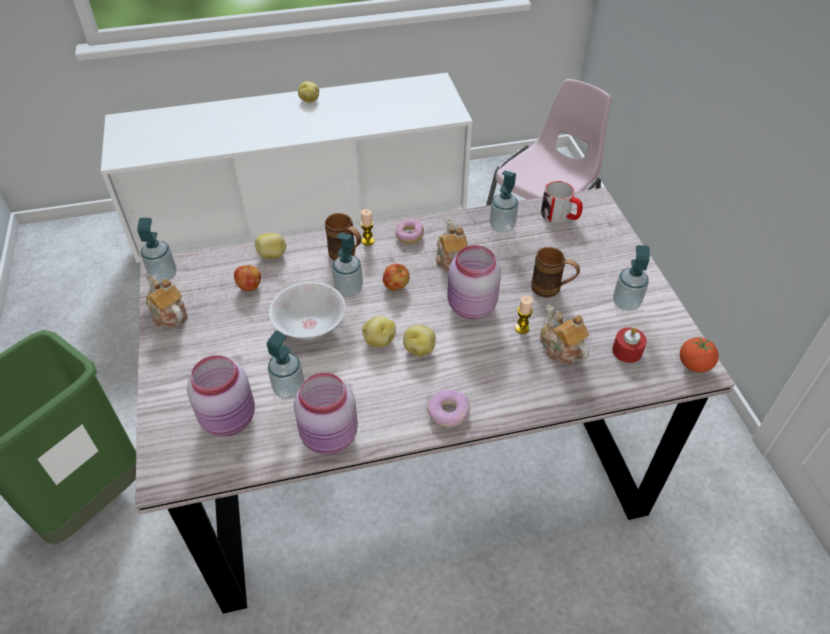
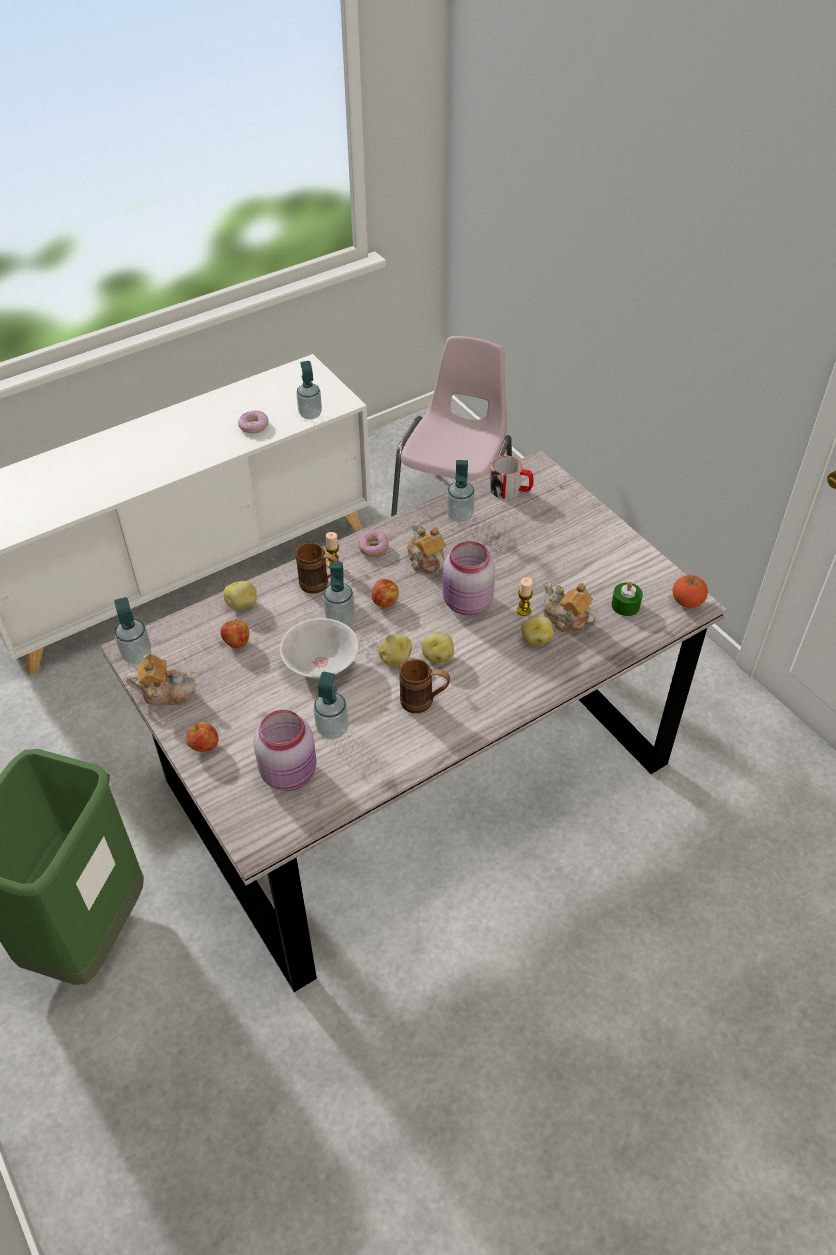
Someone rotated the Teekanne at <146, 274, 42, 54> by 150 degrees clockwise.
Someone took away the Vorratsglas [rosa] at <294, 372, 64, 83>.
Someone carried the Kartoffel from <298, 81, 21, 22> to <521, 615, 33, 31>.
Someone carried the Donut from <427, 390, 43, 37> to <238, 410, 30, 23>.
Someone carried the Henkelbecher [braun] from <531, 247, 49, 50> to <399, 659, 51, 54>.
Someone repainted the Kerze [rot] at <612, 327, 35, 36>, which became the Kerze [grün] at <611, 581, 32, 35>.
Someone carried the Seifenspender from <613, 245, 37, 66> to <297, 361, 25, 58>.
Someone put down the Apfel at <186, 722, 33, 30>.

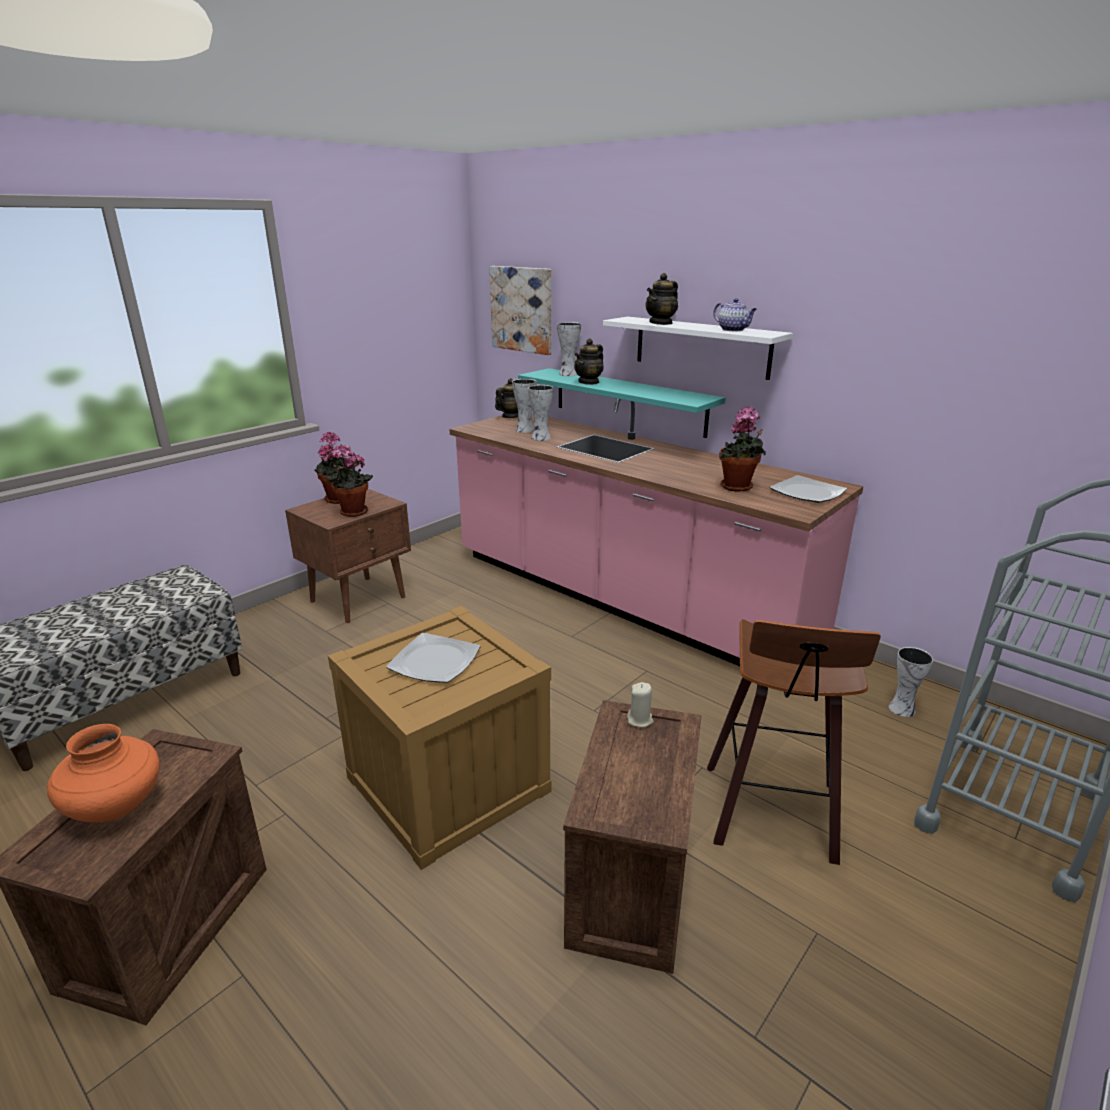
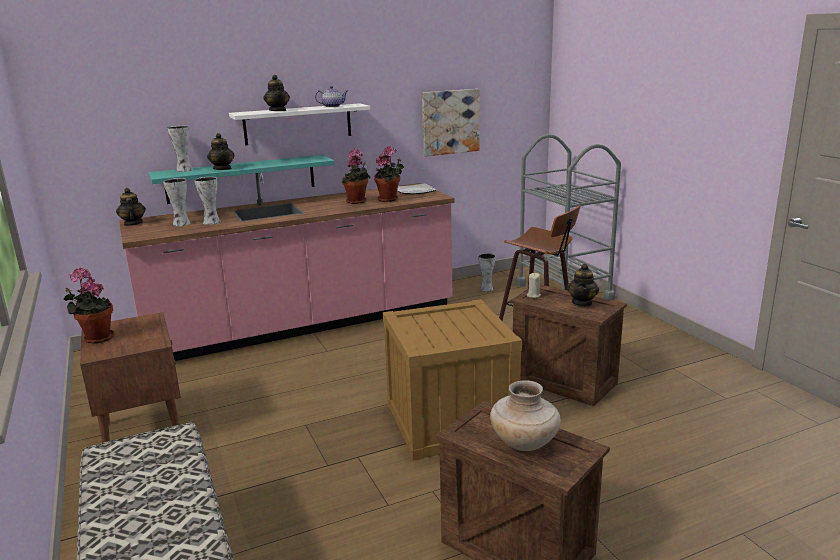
Someone repainted the Vase [orange] at <47, 724, 113, 98>, which became the Vase [beige] at <490, 380, 71, 71>.
Someone carried the Topfpflanze from <326, 444, 47, 73> to <342, 149, 29, 55>.
Someone took away the Teller at <386, 633, 95, 50>.
Someone carried the Bild from <489, 266, 63, 89> to <422, 89, 58, 67>.
Someone put down the Teekanne at <567, 264, 32, 43>.

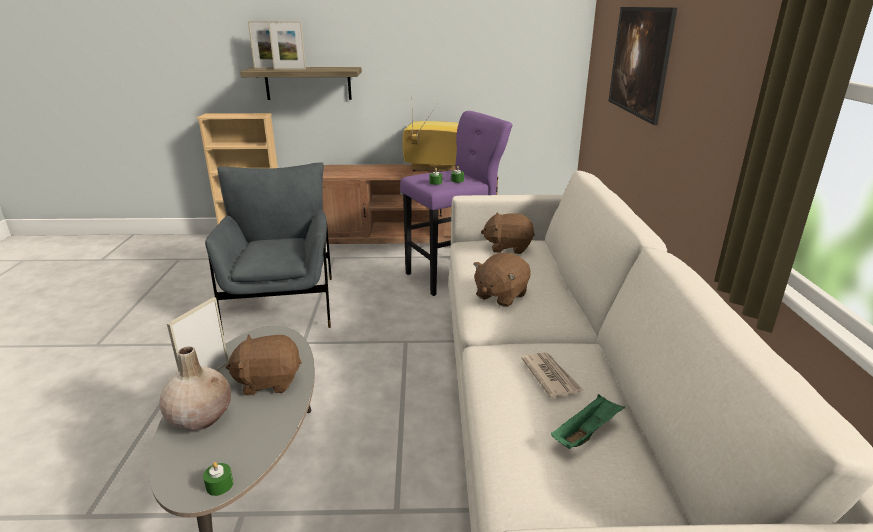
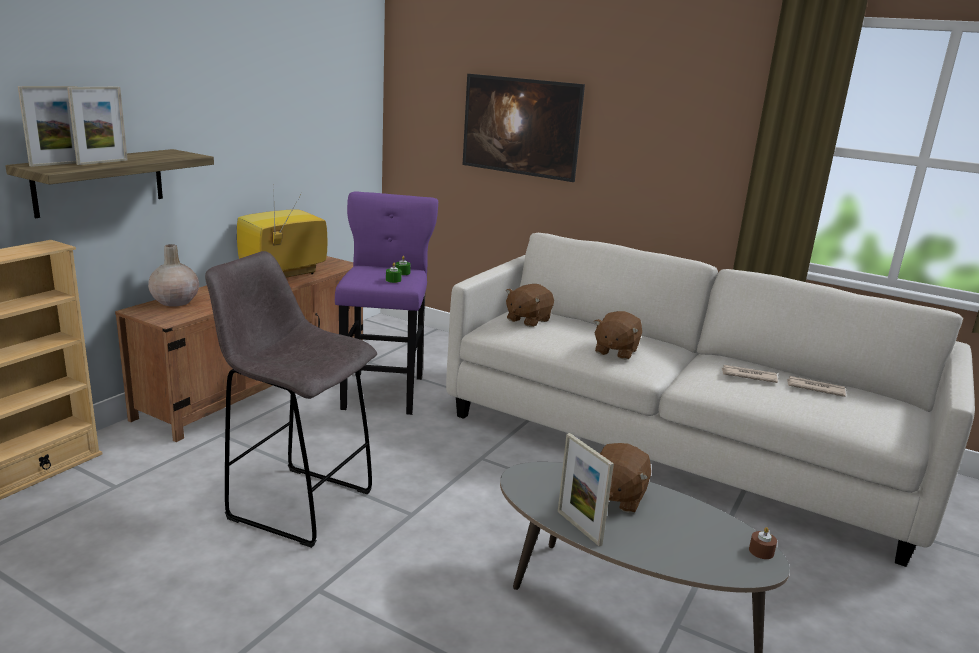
Someone carried the Vase [beige] from <159, 346, 72, 85> to <148, 244, 51, 62>.
Someone repainted the Kerze [grün] at <203, 462, 30, 34>, which became the Kerze [braun] at <749, 527, 28, 32>.
Someone swapped the Sessel [grau] at <205, 162, 127, 173> for the Hocker [grau] at <205, 251, 172, 297>.
Someone rotated the Plüschtier [braun] at <473, 253, 58, 54> by 45 degrees clockwise.
Someone swapped the Tablett [grün] at <551, 394, 74, 55> for the Zeitung at <787, 376, 59, 21>.

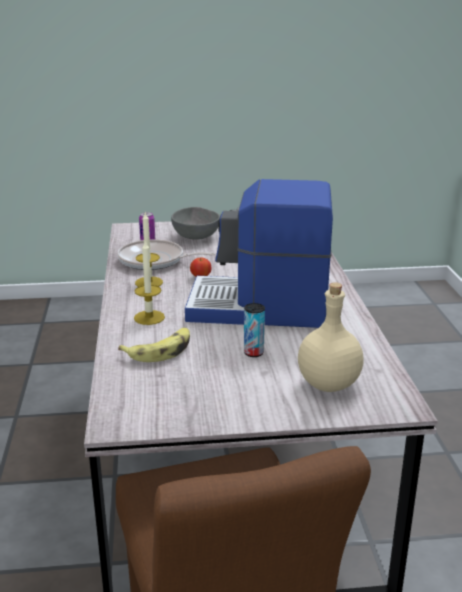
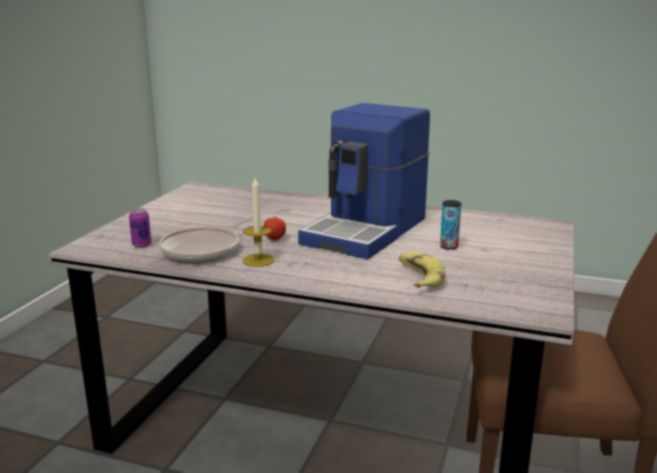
Someone took away the Kerze at <134, 241, 31, 84>.
Someone took away the Schüssel [grau] at <171, 207, 49, 33>.
Someone took away the Flasche [beige] at <298, 282, 65, 110>.

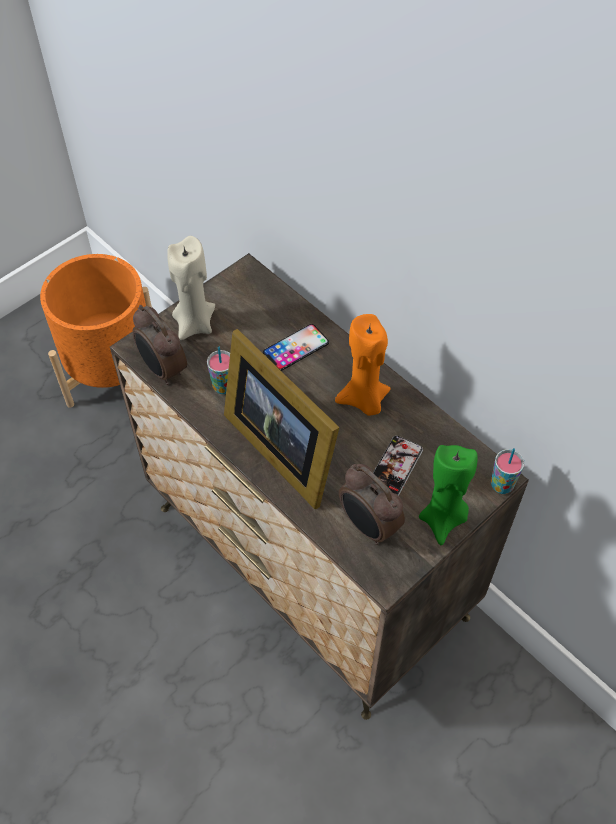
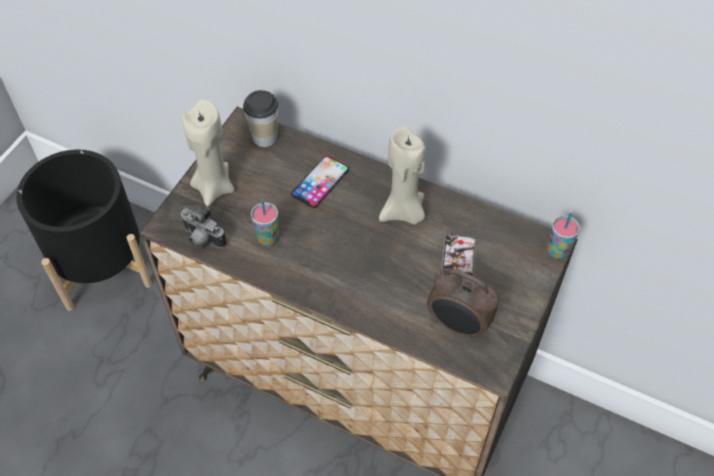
Someone repainted the Pflanzkübel [orange] at <40, 254, 112, 154>, which became the Pflanzkübel [schwarz] at <16, 150, 136, 161>.
Someone swapped the Wecker at <133, 305, 54, 80> for the Kamera at <180, 207, 47, 41>.
Someone took away the Bilderrahmen at <224, 329, 115, 180>.
Someone repainted the Kerze [orange] at <335, 314, 56, 102>, which became the Kerze [beige] at <379, 127, 47, 98>.
Someone took away the Kerze [grün] at <419, 445, 59, 100>.
Someone put down the Tasse at <243, 90, 35, 57>.

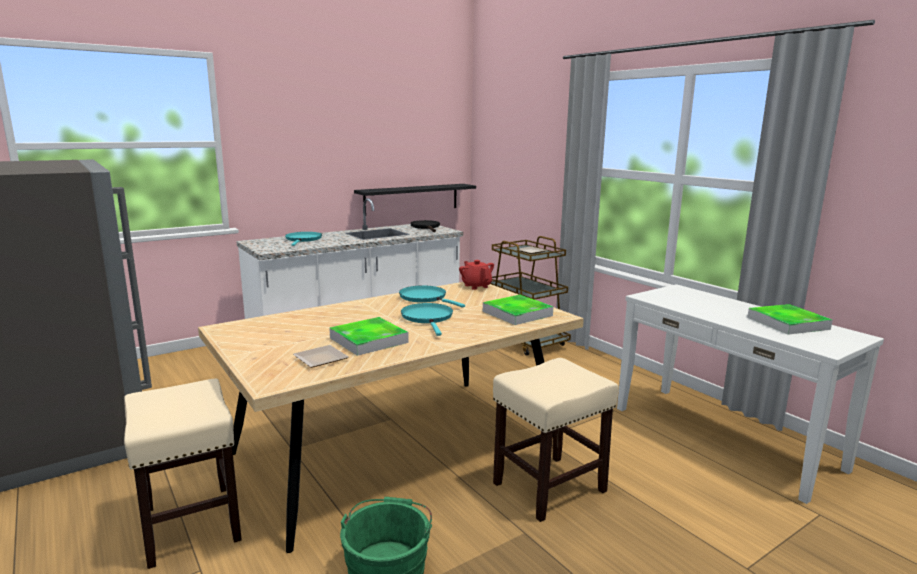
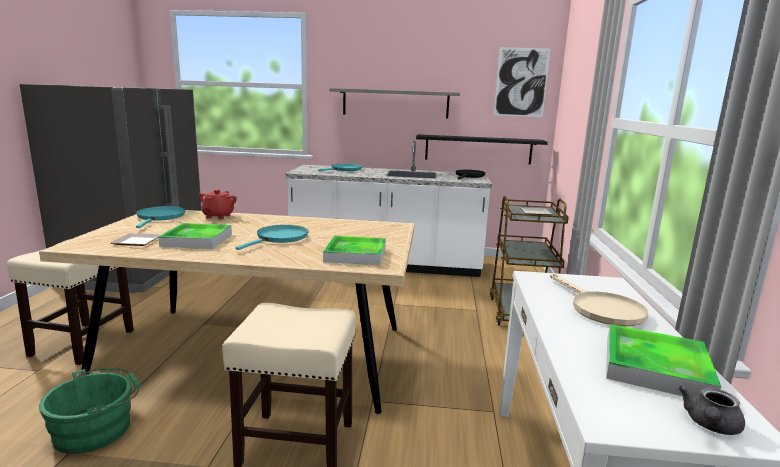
Someone carried the Pfanne [türkis] from <399, 285, 66, 23> to <136, 206, 49, 22>.
Someone carried the Teekanne [rot] from <459, 260, 35, 30> to <198, 189, 39, 30>.
Someone put up the Wandregal [grau] at <330, 88, 130, 30>.
Someone put up the Bild at <494, 47, 56, 70>.
Someone put down the Pfanne [beige] at <550, 273, 98, 53>.
Someone put down the Teekanne [grau] at <678, 386, 67, 49>.

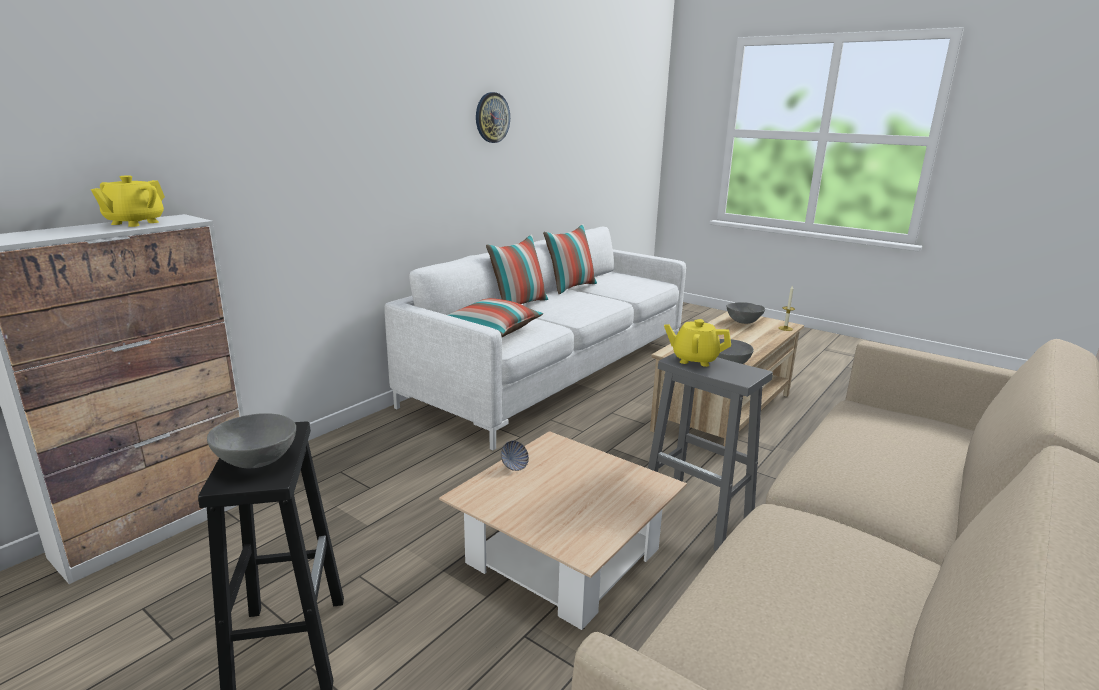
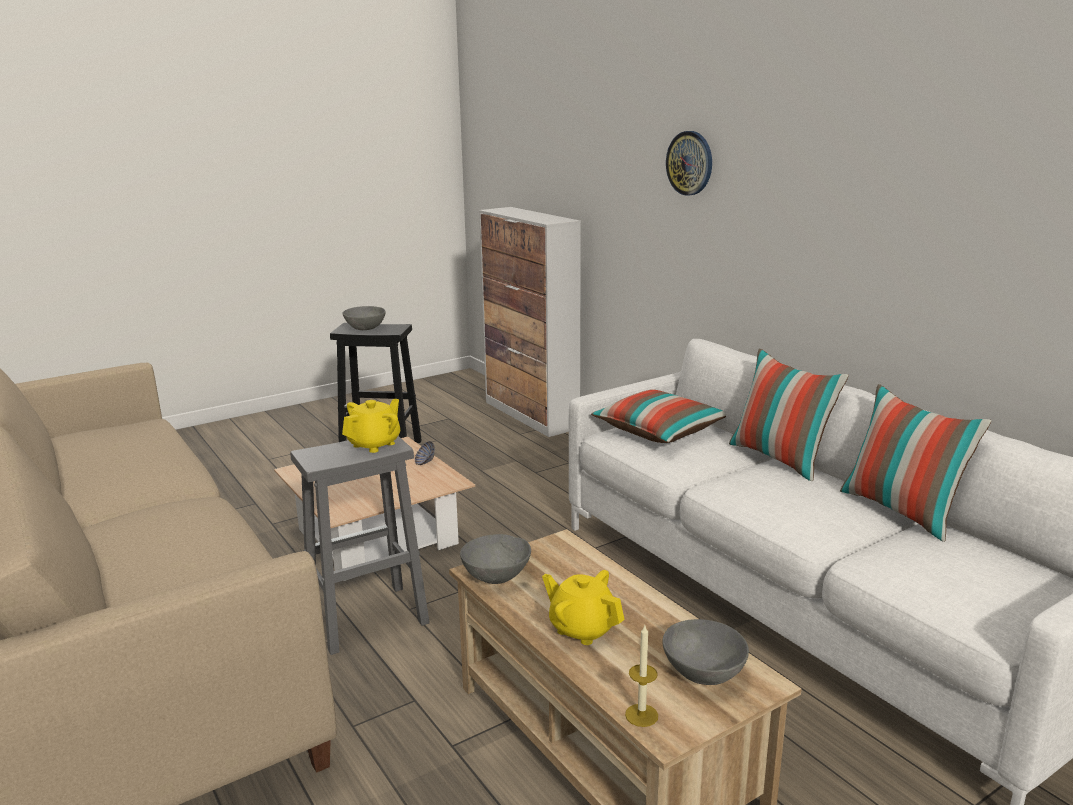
Someone carried the Teekanne [gelb] from <91, 175, 74, 52> to <542, 570, 83, 75>.
Someone carried the Wanduhr from <476, 92, 34, 51> to <666, 131, 46, 65>.

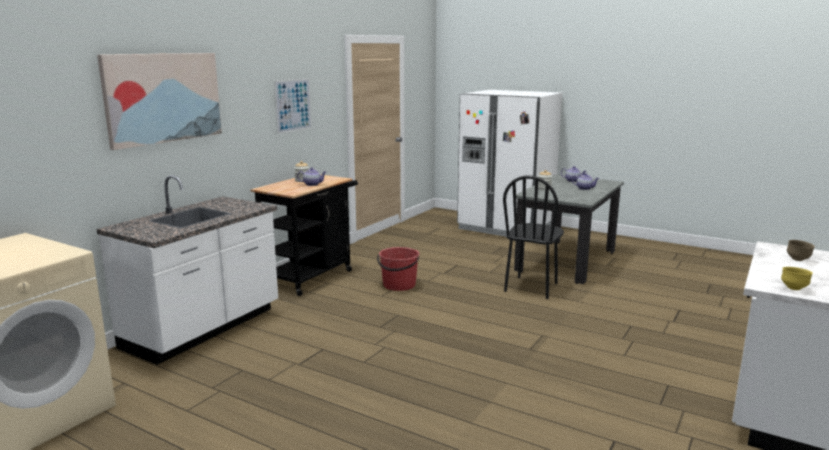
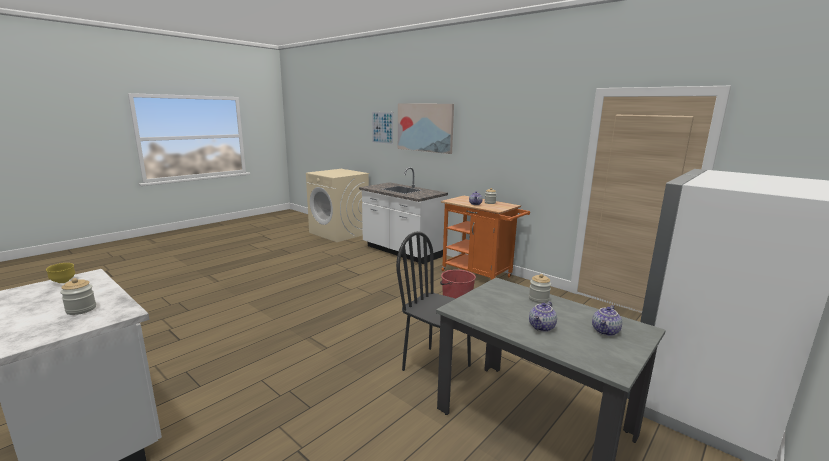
Someone repainted the Rollwagen [schwarz] at <250, 174, 108, 122>, which became the Rollwagen [orange] at <441, 196, 89, 84>.
Someone carried the Bild from <274, 78, 38, 56> to <371, 111, 23, 34>.
Someone swapped the Schüssel [braun] at <787, 240, 28, 21> for the Vorratsglas at <60, 278, 36, 37>.

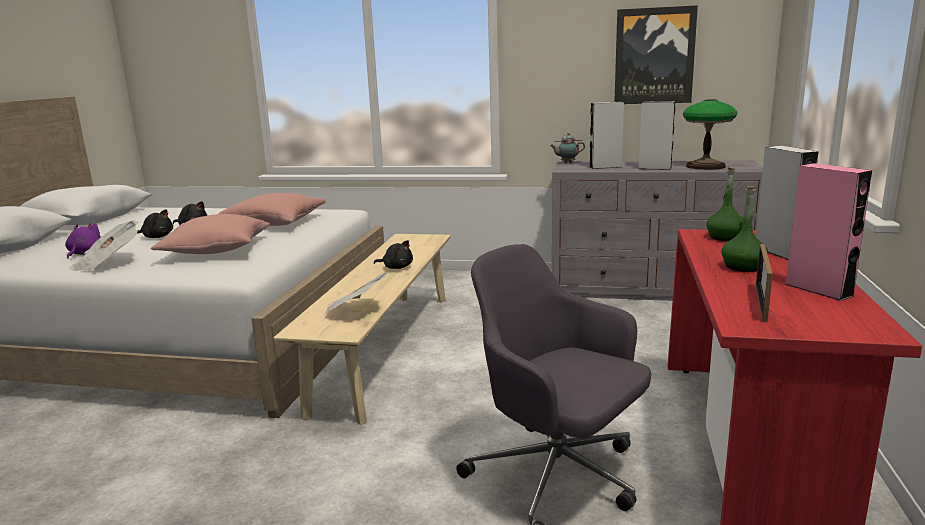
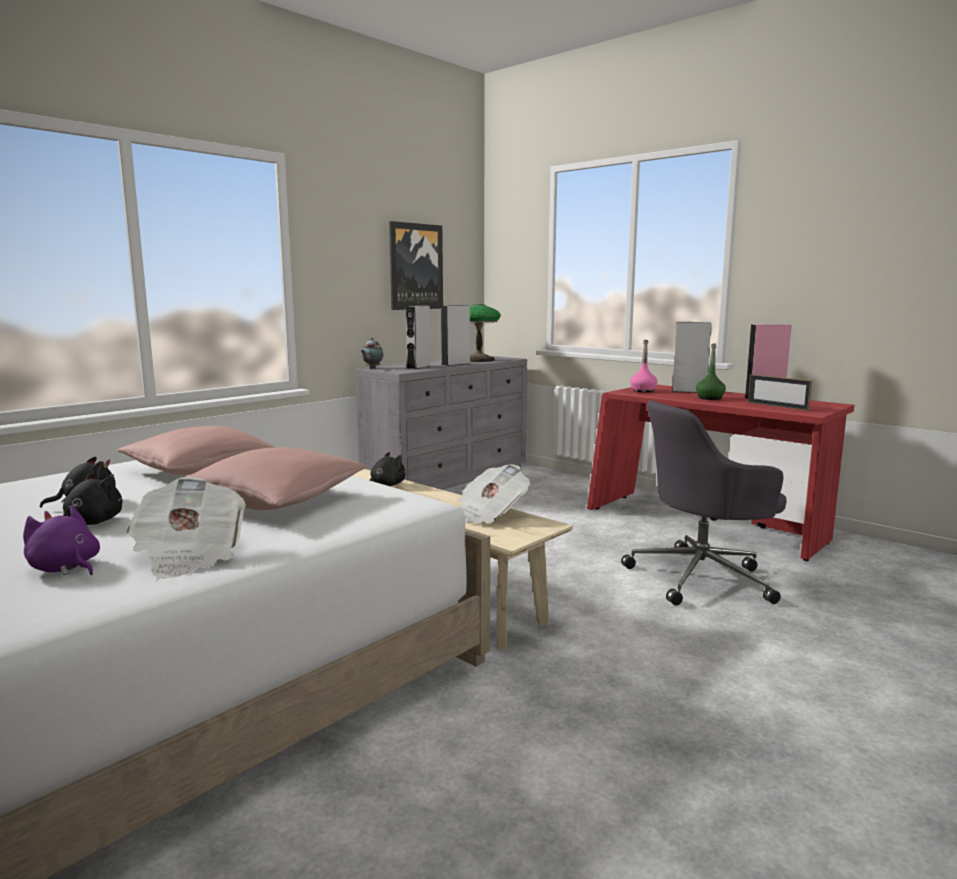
Someone repainted the Flasche [grün] at <706, 167, 37, 74>, which became the Flasche [rosa] at <630, 340, 28, 52>.

